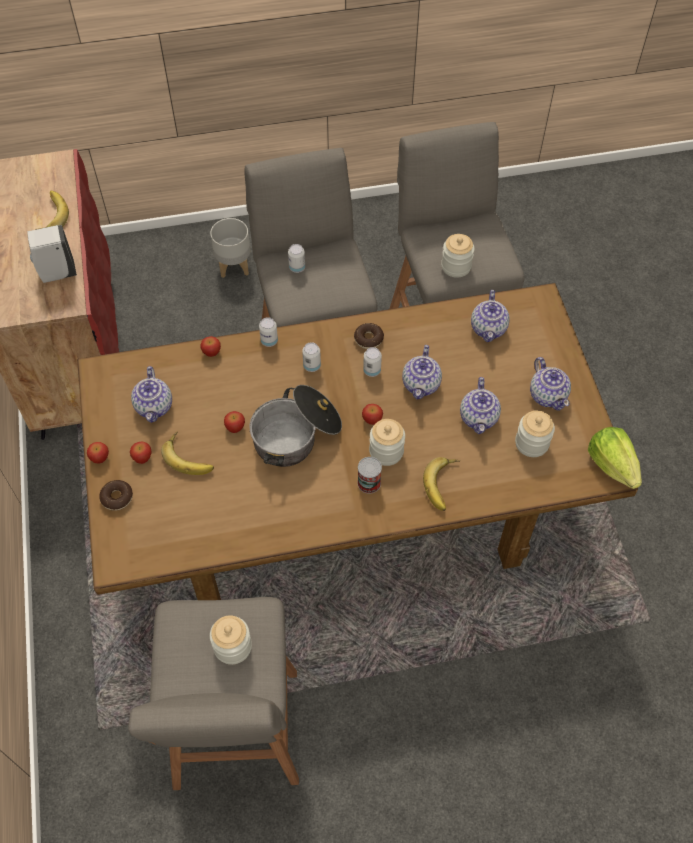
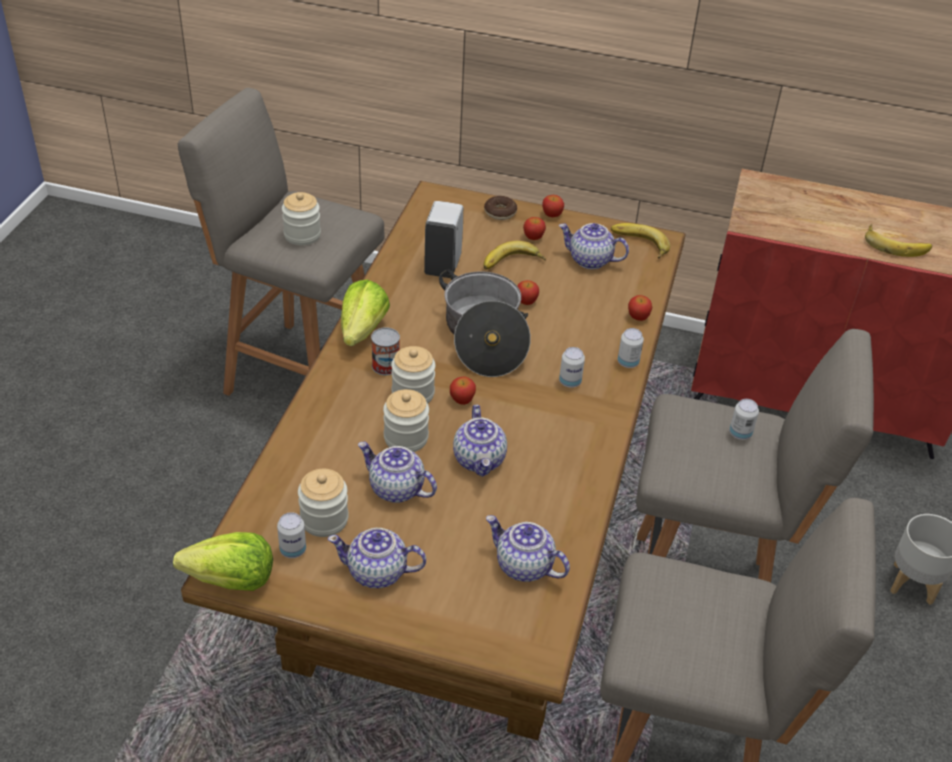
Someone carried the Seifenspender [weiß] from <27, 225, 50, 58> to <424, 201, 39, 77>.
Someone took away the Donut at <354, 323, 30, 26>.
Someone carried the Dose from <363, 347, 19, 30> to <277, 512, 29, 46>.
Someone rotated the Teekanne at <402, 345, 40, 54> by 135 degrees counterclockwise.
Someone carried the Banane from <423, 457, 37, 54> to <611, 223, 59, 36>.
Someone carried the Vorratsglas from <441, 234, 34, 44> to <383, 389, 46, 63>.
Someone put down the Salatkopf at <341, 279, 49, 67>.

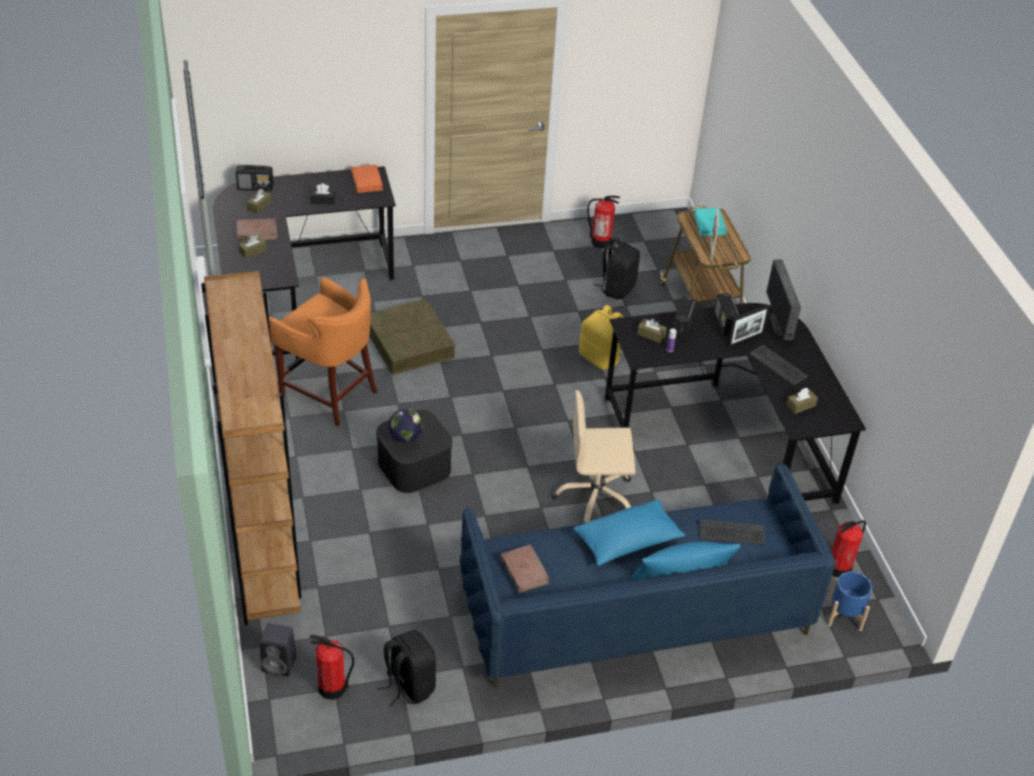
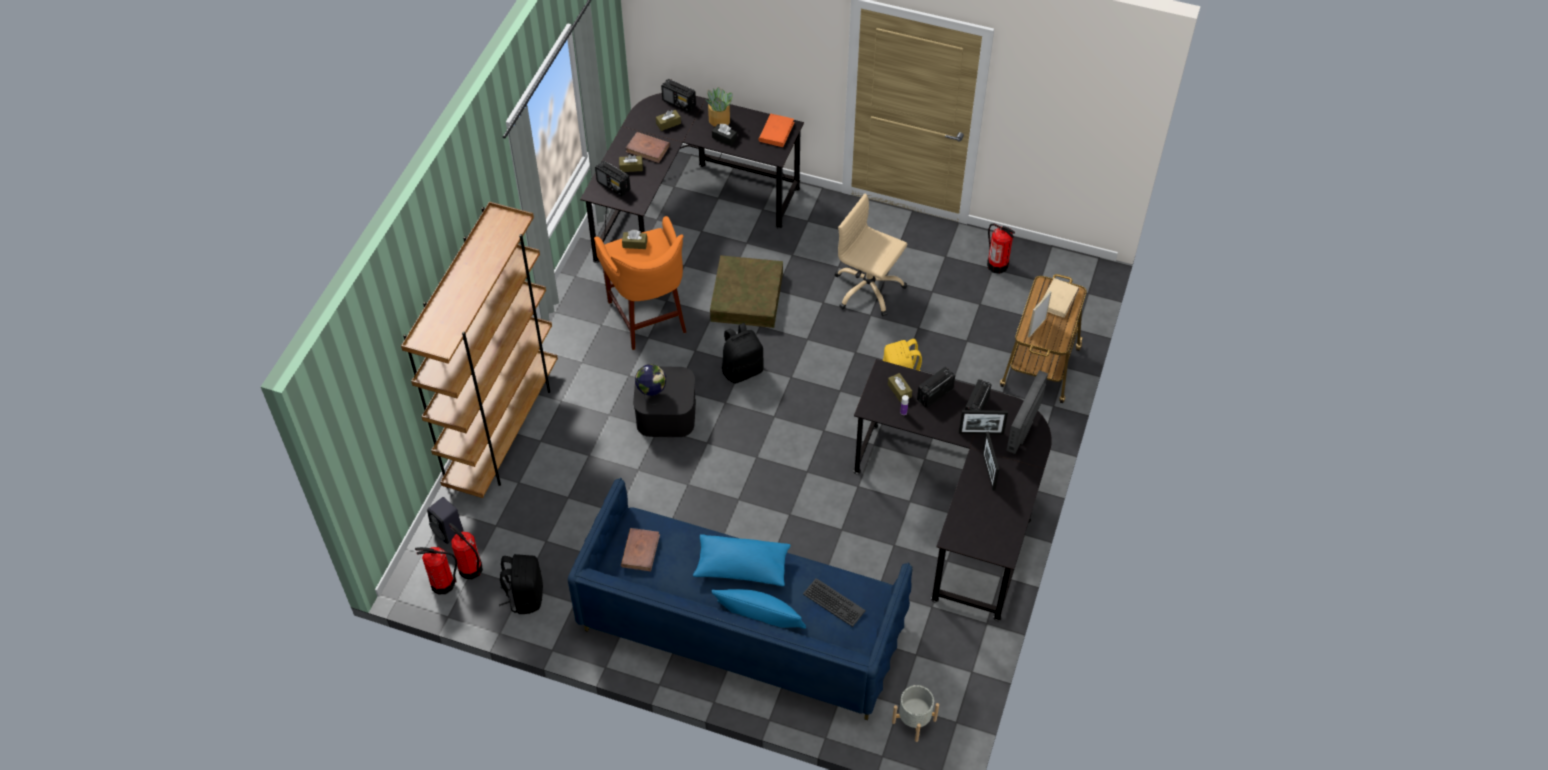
Someone carried the Bürostuhl [beige] from <552, 390, 84, 134> to <835, 194, 72, 122>.
Someone carried the Rucksack [schwarz] from <594, 238, 46, 61> to <722, 323, 42, 61>.
Someone repainted the Buch [türkis] at <694, 208, 33, 28>, which became the Buch [beige] at <1043, 278, 36, 40>.
Someone swapped the Tastatur at <749, 345, 59, 41> for the Bilderrahmen at <982, 432, 17, 59>.
Someone carried the Taschentuchbox [braun] from <786, 388, 32, 26> to <622, 230, 25, 19>.
Someone repainted the Pflanzkübel [blau] at <828, 571, 44, 60>, which became the Pflanzkübel [grau] at <892, 685, 47, 57>.
Someone carried the Feuerlöscher from <831, 520, 35, 58> to <415, 547, 42, 48>.
Someone put down the Radio at <595, 161, 35, 35>.
Someone put down the Topfpflanze at <705, 87, 28, 40>.

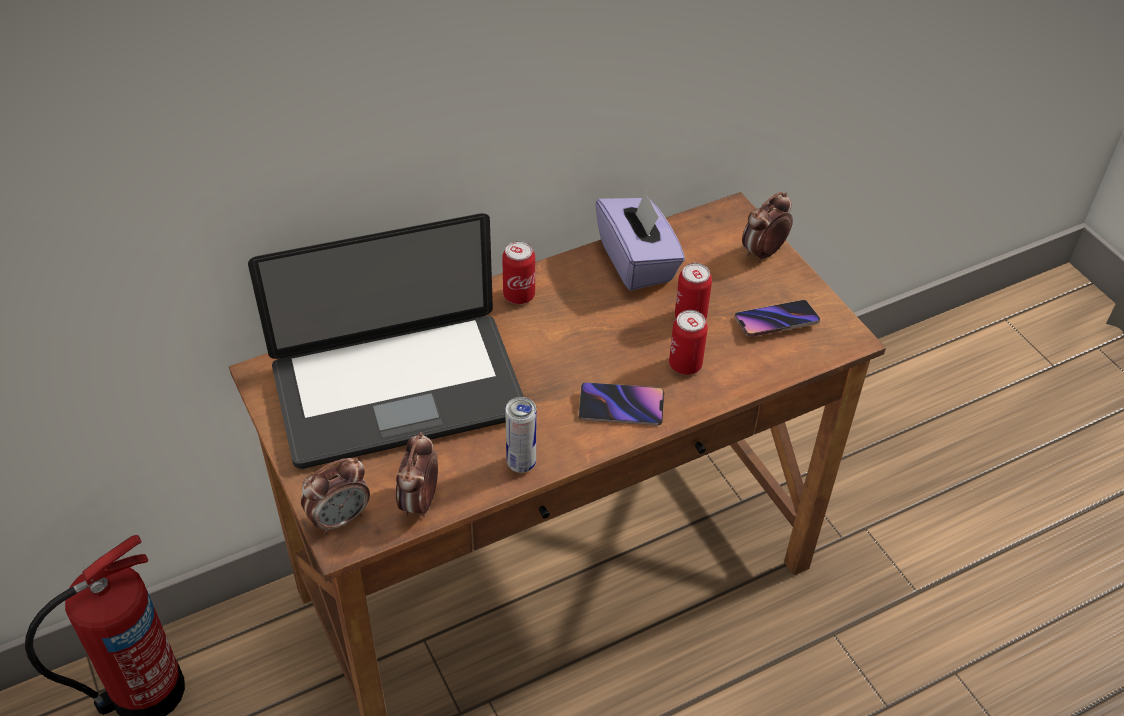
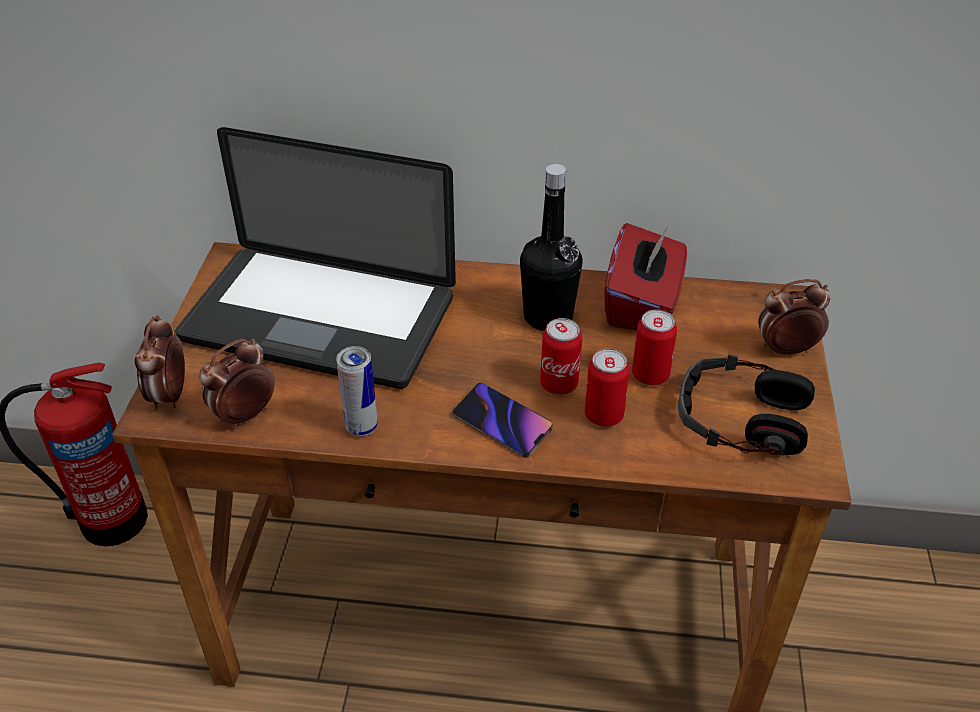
Someone rotated the Wecker at <301, 458, 69, 77> by 90 degrees clockwise.
Someone carried the Dose from <502, 241, 33, 63> to <540, 318, 42, 77>.
Someone repainted the Taschentuchbox [lila] at <595, 190, 90, 101>, which became the Taschentuchbox [rot] at <604, 223, 83, 108>.
Someone swapped the Handy at <735, 300, 85, 37> for the Kopfhörer at <678, 354, 137, 101>.
Someone put down the Flasche [schwarz] at <520, 164, 62, 167>.

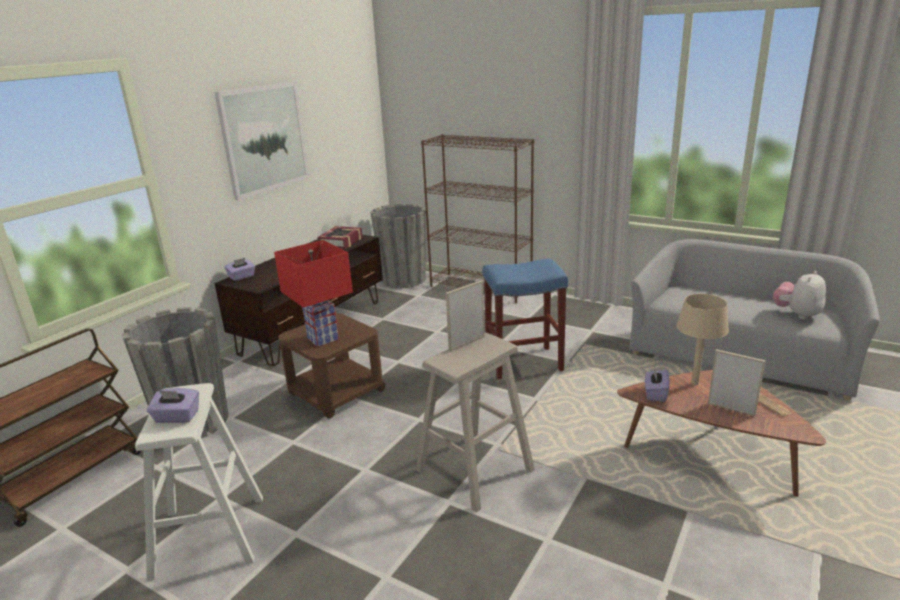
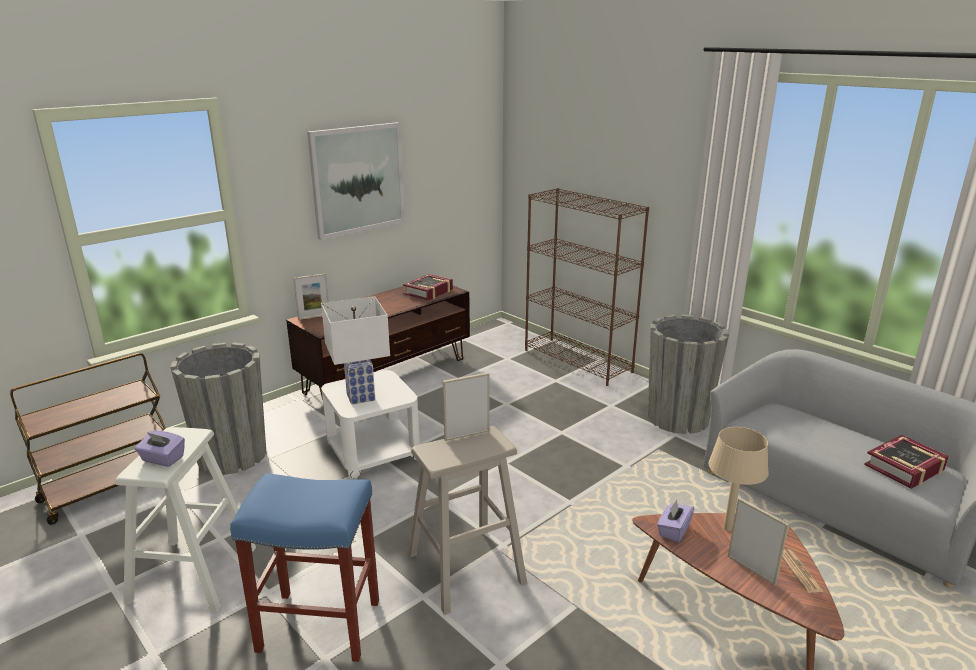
Someone swapped the Taschentuchbox [lila] at <224, 258, 31, 23> for the Bilderrahmen at <293, 273, 36, 47>.
Someone repainted the Tischlampe [rot] at <274, 240, 79, 107>, which became the Tischlampe [weiß] at <321, 296, 69, 109>.
Someone repainted the Beistelltisch [braun] at <278, 313, 107, 106>, which became the Beistelltisch [weiß] at <322, 370, 98, 109>.
Someone carried the Pflanzkübel [grau] from <371, 203, 55, 86> to <648, 315, 81, 119>.
Someone carried the Hocker [blau] from <483, 258, 85, 122> to <230, 473, 149, 189>.
Someone swapped the Plüschtier at <773, 271, 53, 49> for the Buch at <864, 435, 85, 54>.

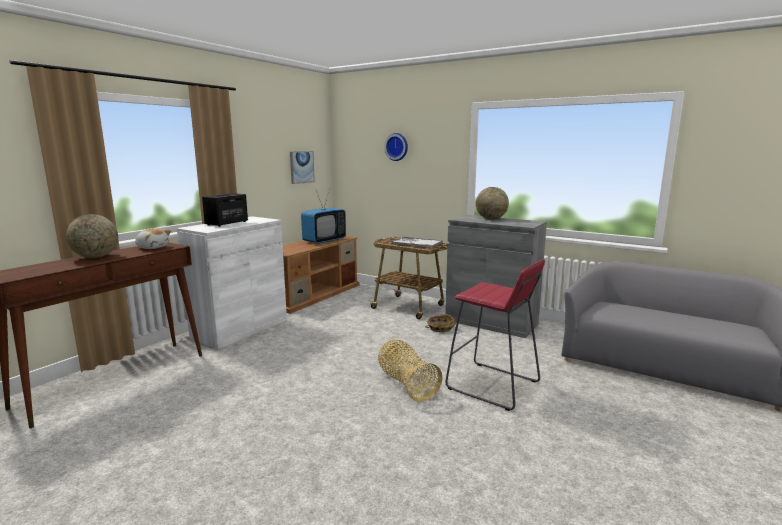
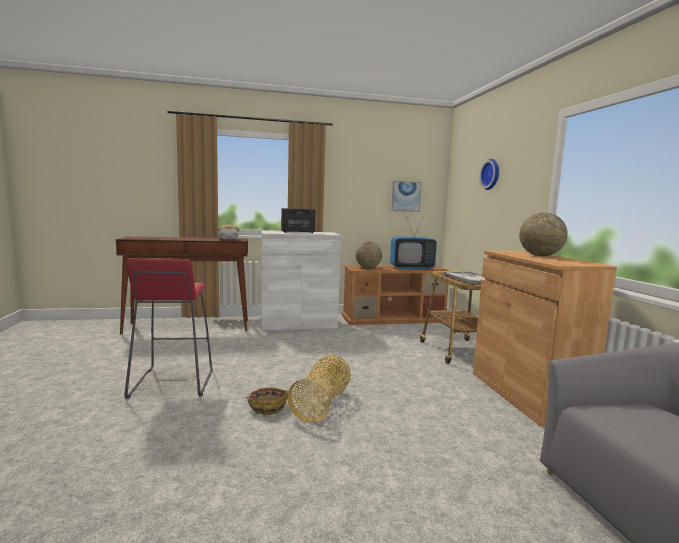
Someone carried the Globus from <66, 214, 52, 44> to <355, 242, 27, 26>.
Someone carried the Korb from <425, 314, 31, 18> to <247, 387, 41, 28>.
Someone repainted the Schrank [grau] at <445, 215, 102, 123>, which became the Schrank [braun] at <473, 251, 144, 175>.
Someone carried the Hocker [rot] from <445, 259, 100, 152> to <125, 258, 88, 140>.

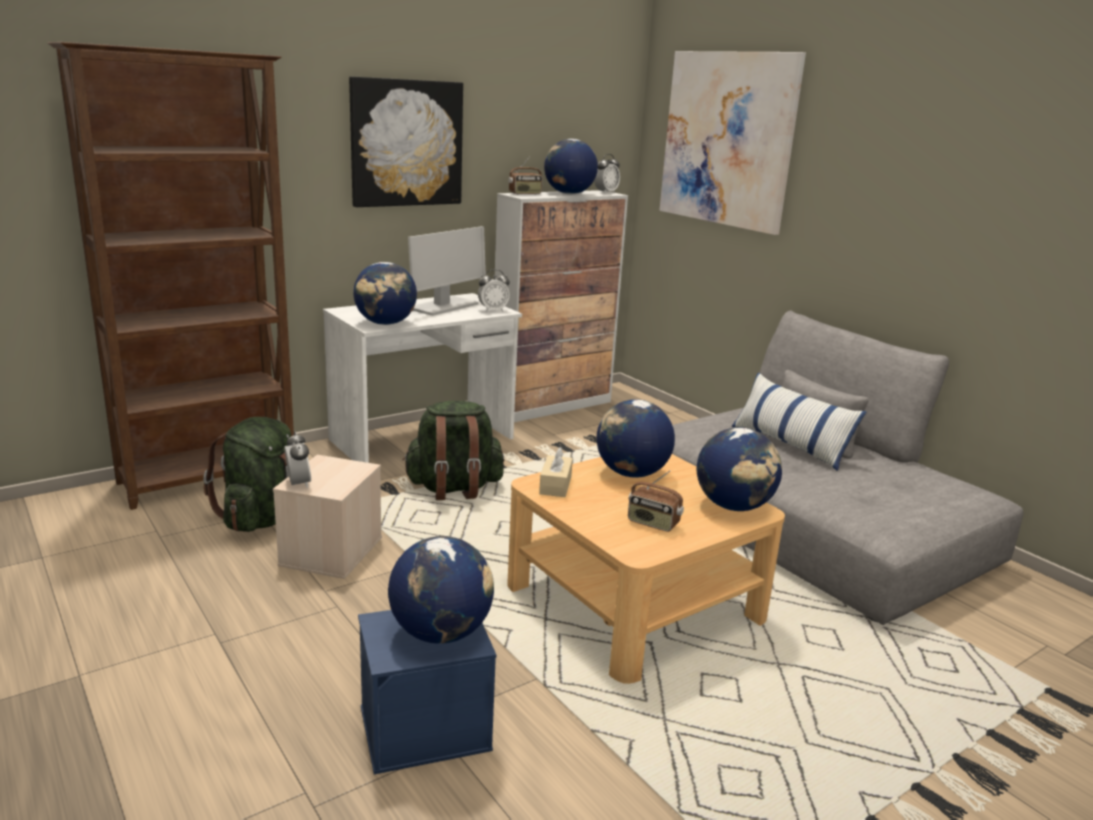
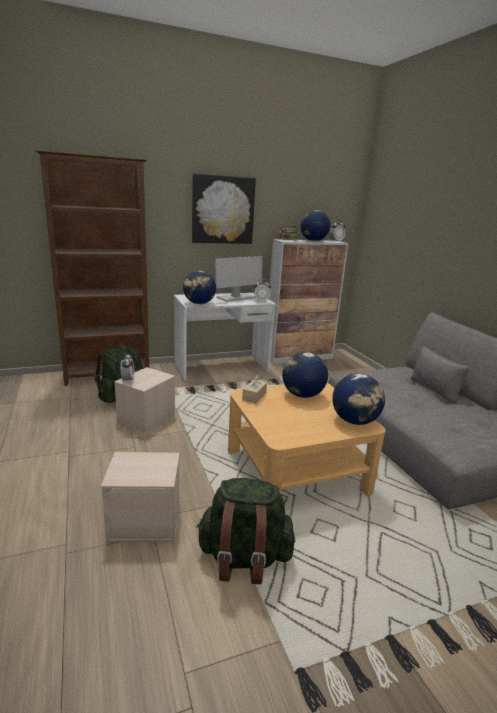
Someone repainted the Aufbewahrungsbox [blau] at <358, 610, 138, 164>, which became the Aufbewahrungsbox [beige] at <101, 452, 79, 90>.
Someone took away the Globus at <388, 536, 106, 108>.
Someone carried the Rucksack [grün] from <403, 401, 101, 99> to <196, 478, 99, 106>.
Someone took away the Radio at <628, 470, 56, 62>.
Someone took away the Bild at <659, 51, 147, 184>.
Someone took away the Kissen at <731, 373, 135, 98>.

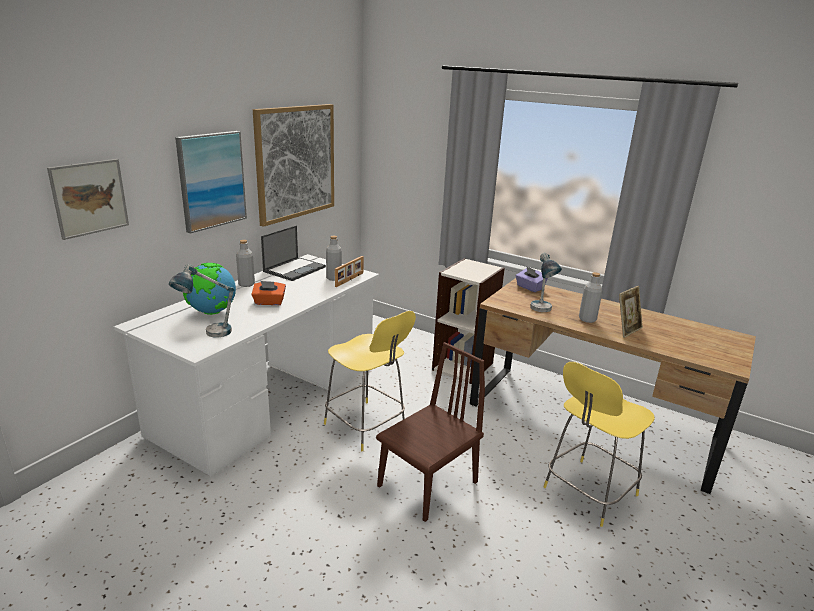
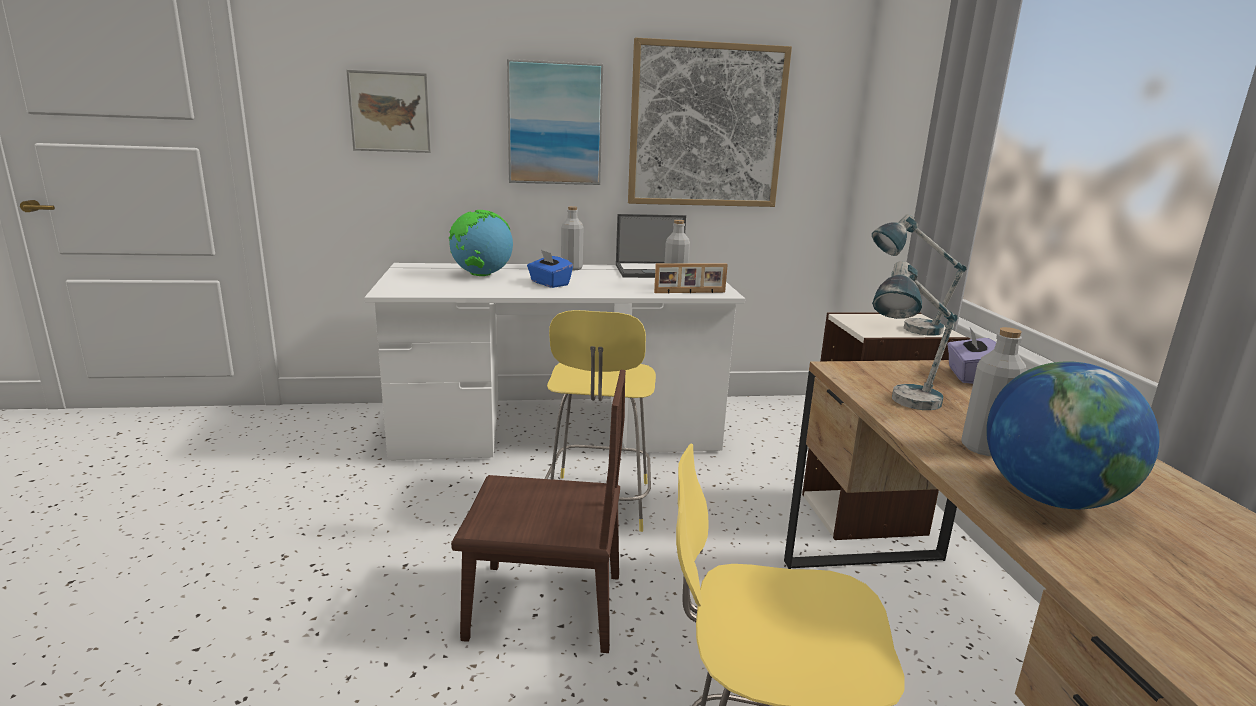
Someone carried the Tischlampe from <169, 264, 65, 73> to <872, 214, 94, 122>.
Someone repainted the Taschentuchbox [orange] at <251, 281, 35, 24>, which became the Taschentuchbox [blau] at <527, 250, 46, 38>.
Someone swapped the Bilderrahmen at <619, 286, 24, 52> for the Globus at <986, 361, 173, 148>.

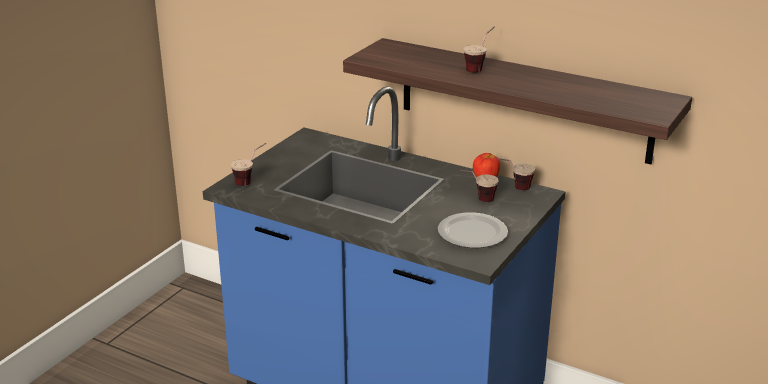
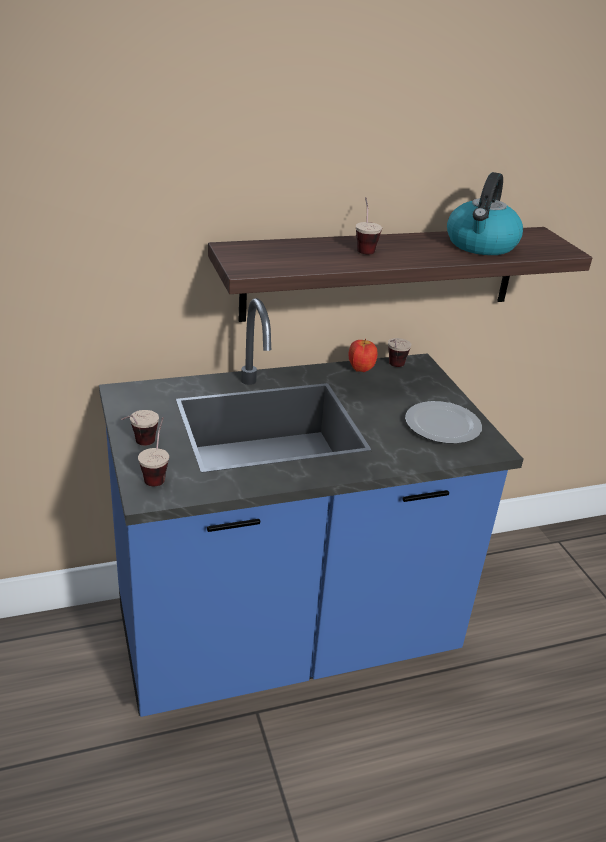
Someone carried the Tasse from <460, 170, 39, 32> to <121, 410, 38, 36>.
Someone put down the Wasserkessel at <447, 172, 76, 83>.

